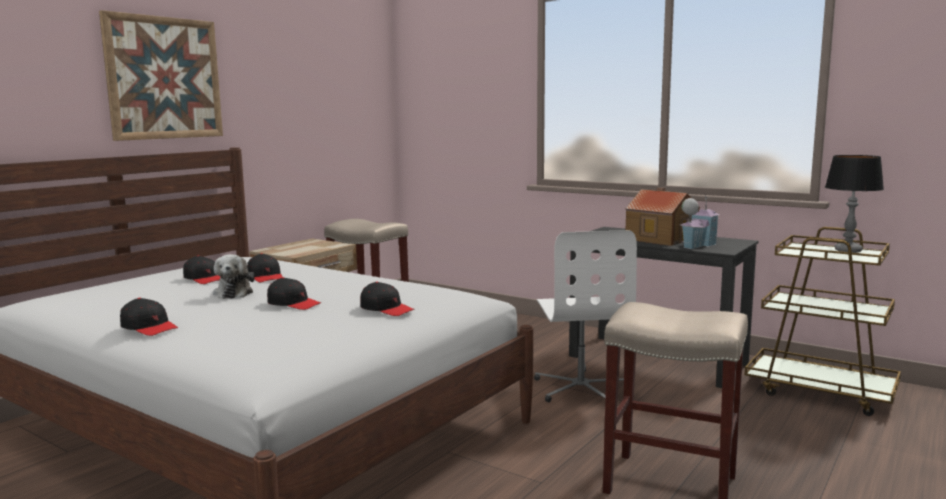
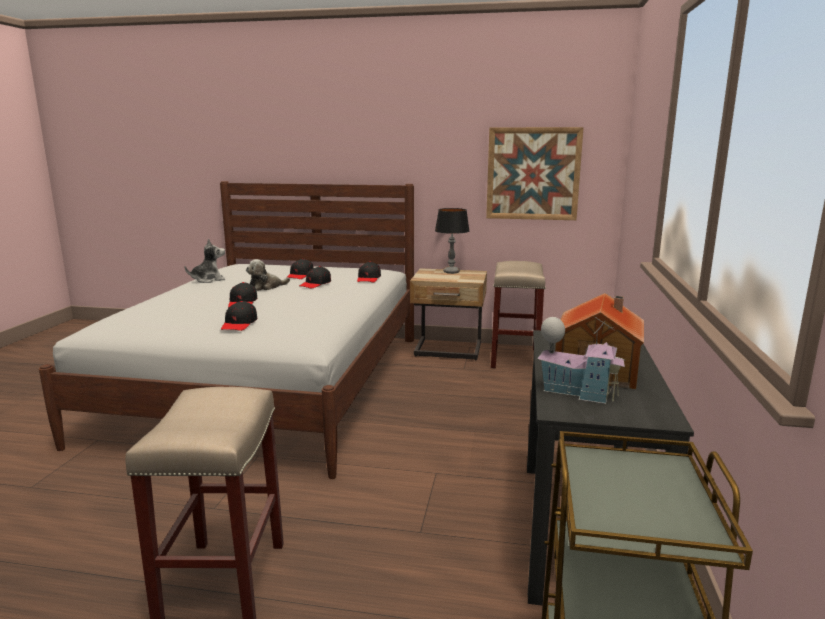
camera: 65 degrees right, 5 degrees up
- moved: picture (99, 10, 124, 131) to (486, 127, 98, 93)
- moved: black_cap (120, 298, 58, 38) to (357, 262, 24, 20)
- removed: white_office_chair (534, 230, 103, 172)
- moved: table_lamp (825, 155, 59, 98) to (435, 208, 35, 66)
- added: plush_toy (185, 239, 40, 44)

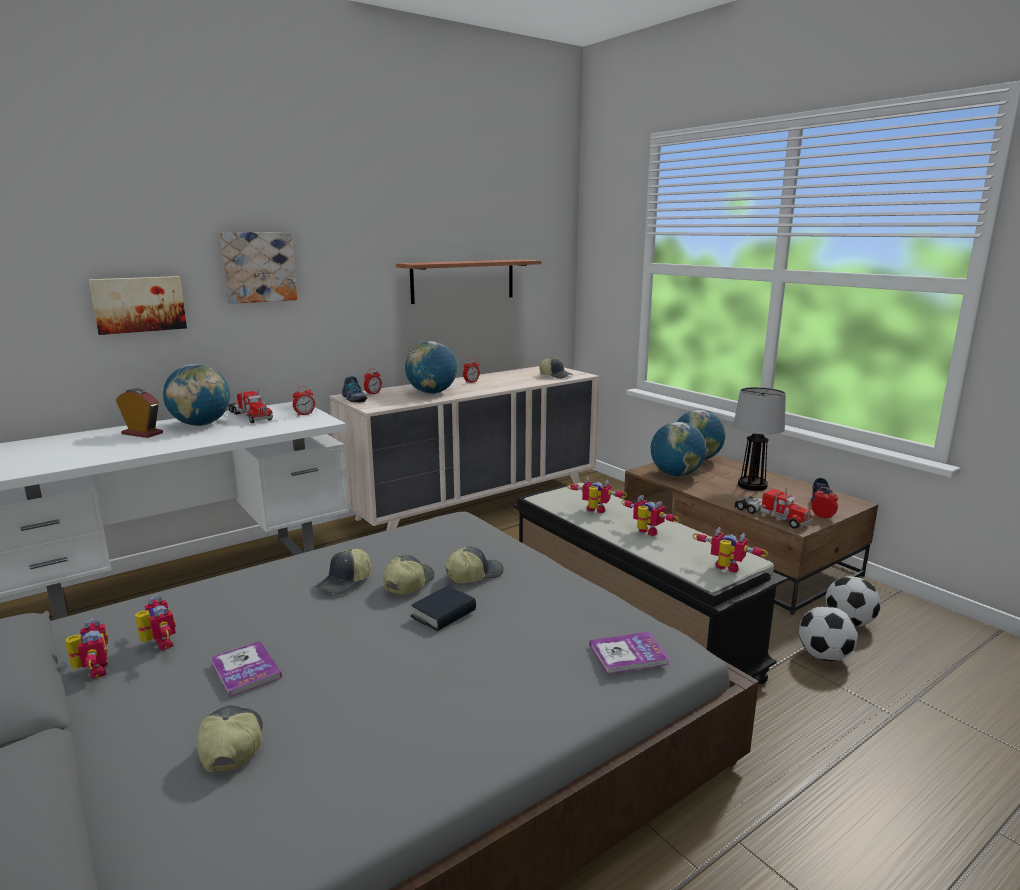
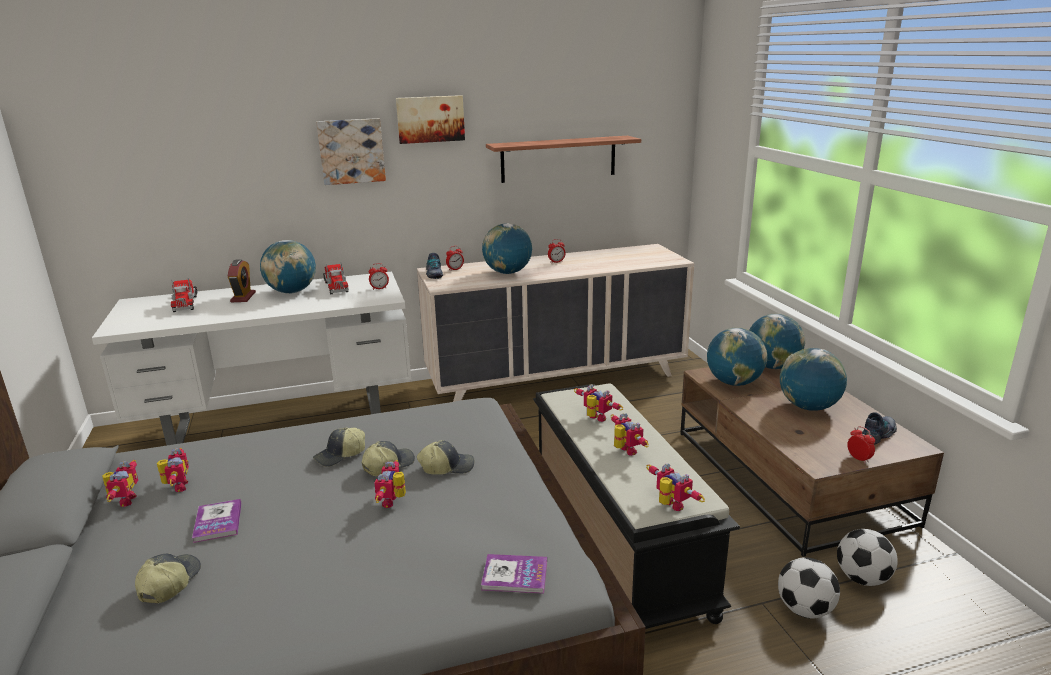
camera: 20 degrees right, 5 degrees up
- moved: picture (89, 276, 98, 59) to (396, 95, 69, 49)
- turned: alarm_clock (116, 388, 47, 50) = (228, 259, 28, 43) 45 degrees clockwise
- replaced: book (410, 586, 66, 45) to toy_robot (374, 460, 32, 48)
- removed: cap (539, 357, 34, 22)
- replaced: table_lamp (733, 387, 53, 104) to globe (780, 348, 67, 63)
- moved: toy_truck (735, 487, 78, 42) to (171, 278, 26, 34)

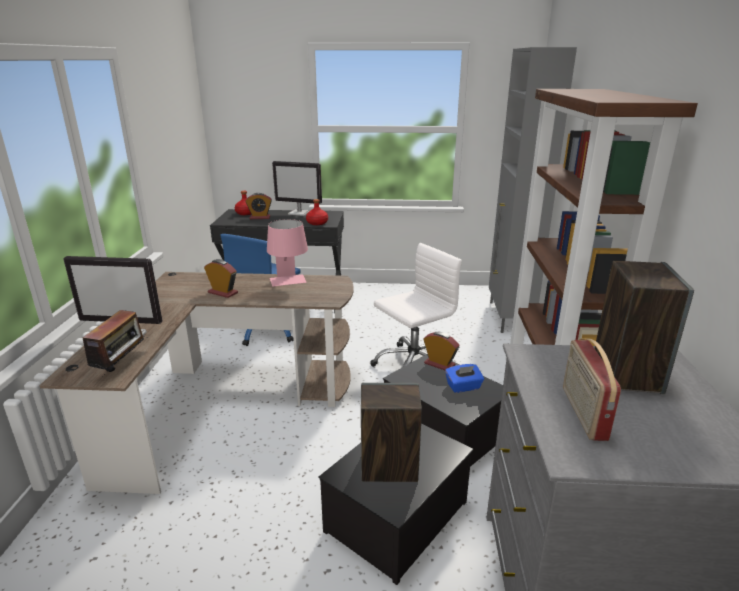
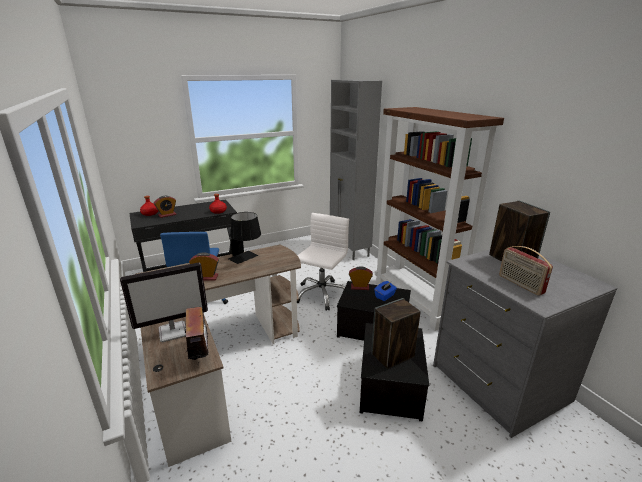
camera: 30 degrees left, 0 degrees up
- recoloured: pink_table_lamp (267, 219, 41, 67) to black_table_lamp (228, 212, 33, 52)
- removed: monitor (272, 161, 50, 55)

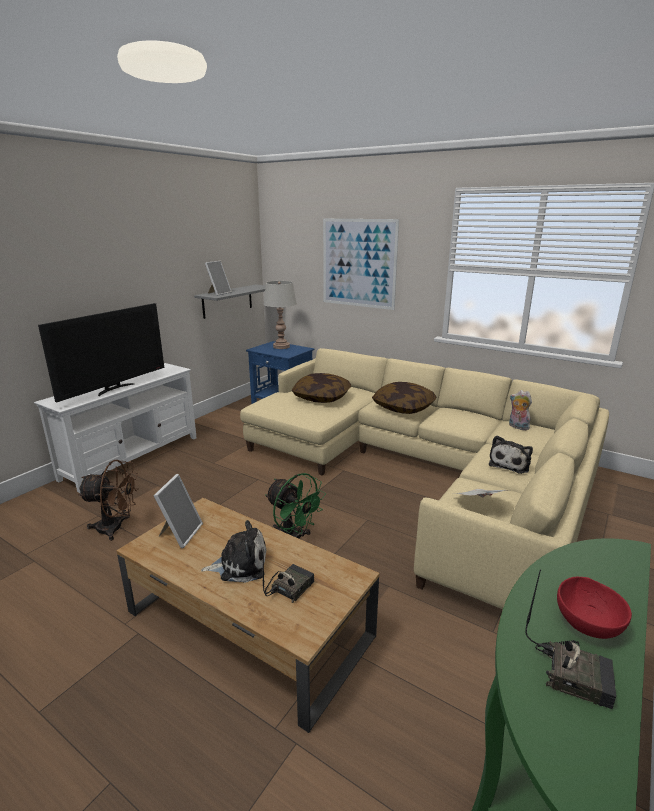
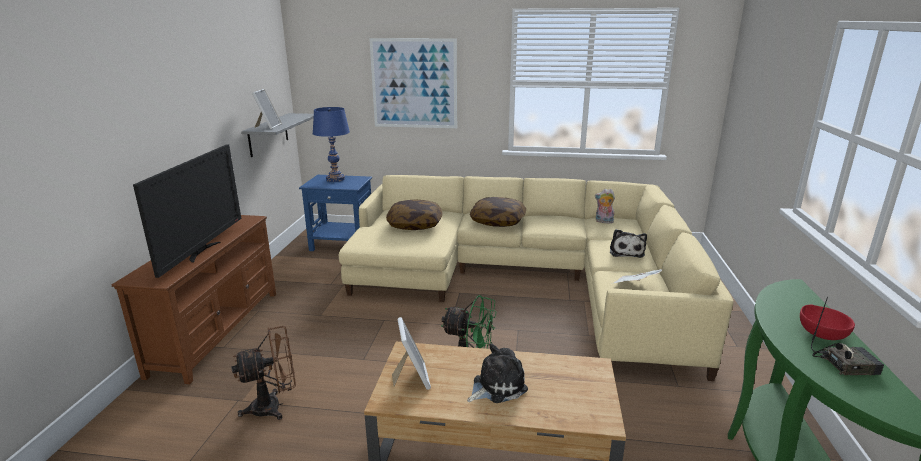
camera: 25 degrees left, 0 degrees up
- recoloured: white_tv_stand (34, 363, 162, 130) to brown_tv_stand (112, 215, 164, 169)
- recoloured: grey_table_lamp (263, 281, 34, 68) to blue_table_lamp (313, 107, 37, 75)
- removed: radio (263, 552, 51, 51)

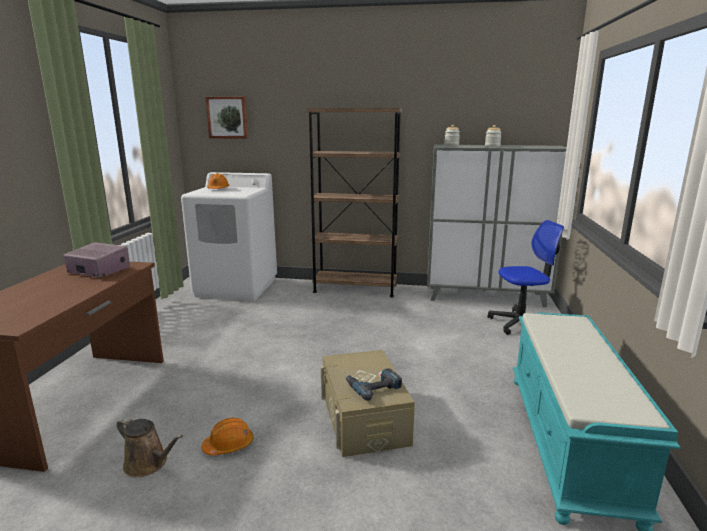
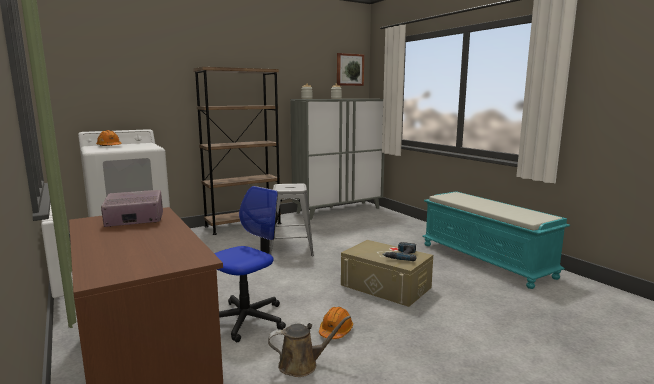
camera: 40 degrees left, 5 degrees down
- moved: picture (205, 96, 43, 43) to (337, 53, 27, 33)
- moved: office_chair (487, 220, 77, 115) to (214, 186, 72, 156)
- added: grey_stool (269, 184, 45, 72)

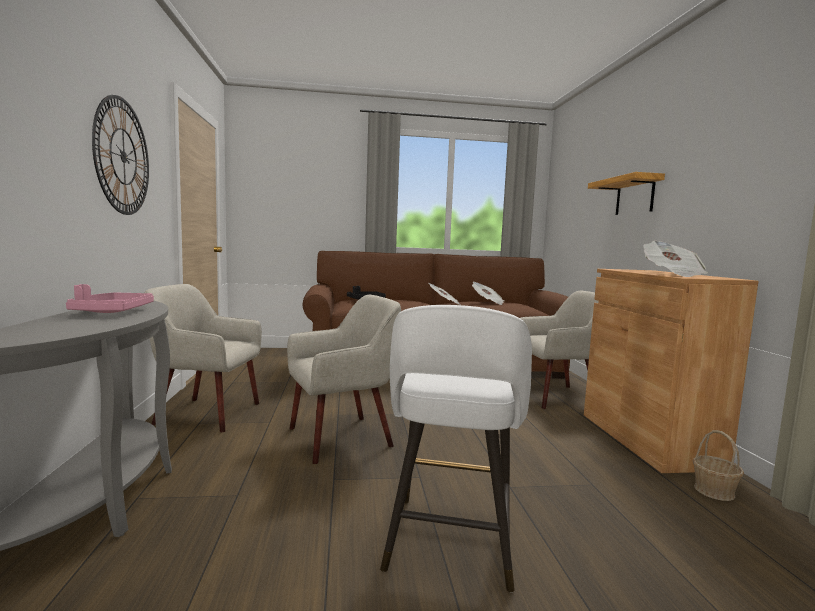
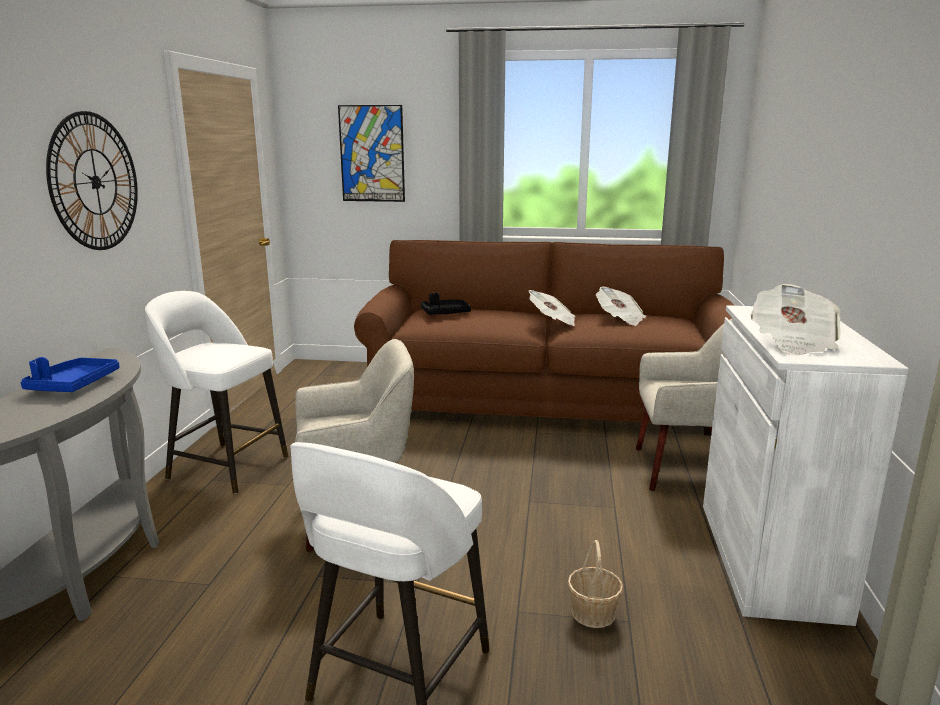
camera: 15 degrees right, 10 degrees up
- recoloured: pink_tray (66, 284, 88, 29) to blue_tray (20, 357, 99, 35)
- replaced: beige_armchair (145, 284, 117, 148) to white_stool (145, 291, 143, 203)
- recoloured: brown_cabinet (584, 269, 175, 204) to white_cabinet (703, 305, 205, 321)
- removed: shelf (588, 172, 77, 43)
- moved: basket (693, 430, 51, 71) to (568, 540, 55, 88)
- added: picture (338, 105, 67, 97)

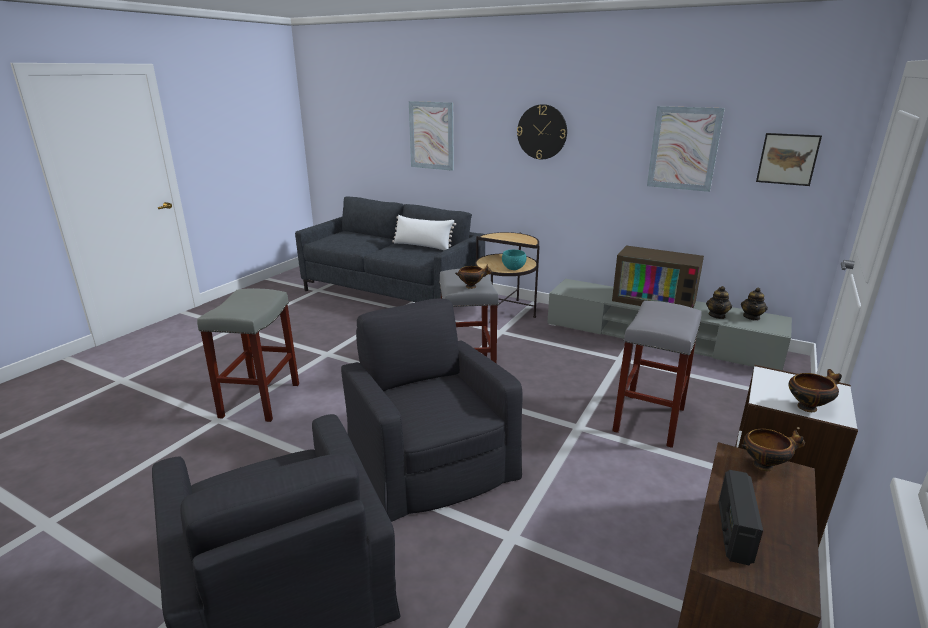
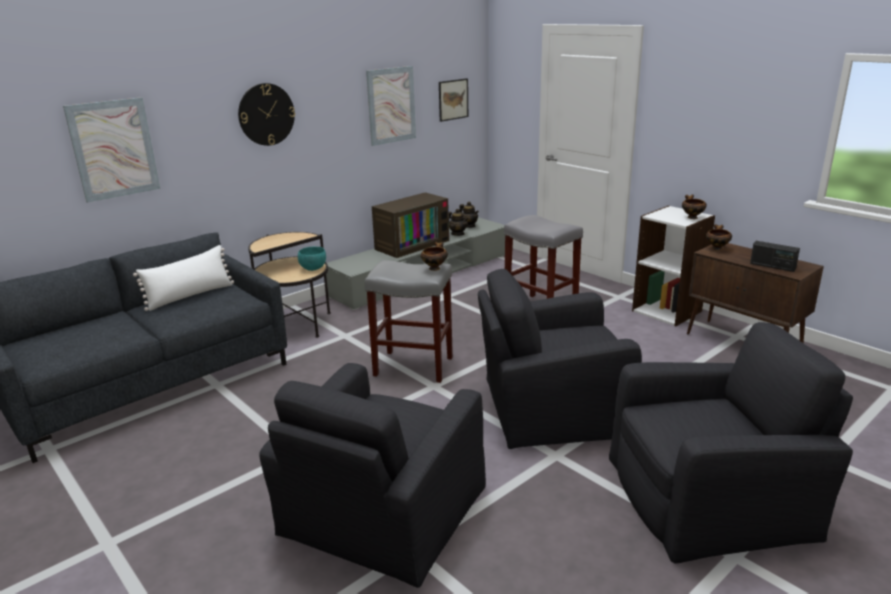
camera: 70 degrees left, 0 degrees up
- replaced: grey_stool (197, 288, 102, 134) to black_armchair (259, 363, 227, 225)

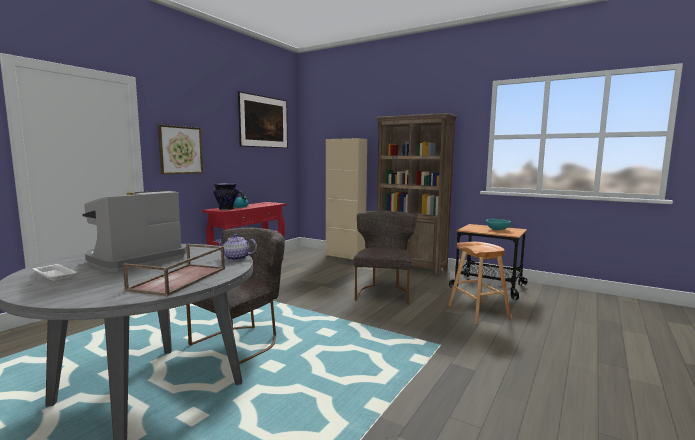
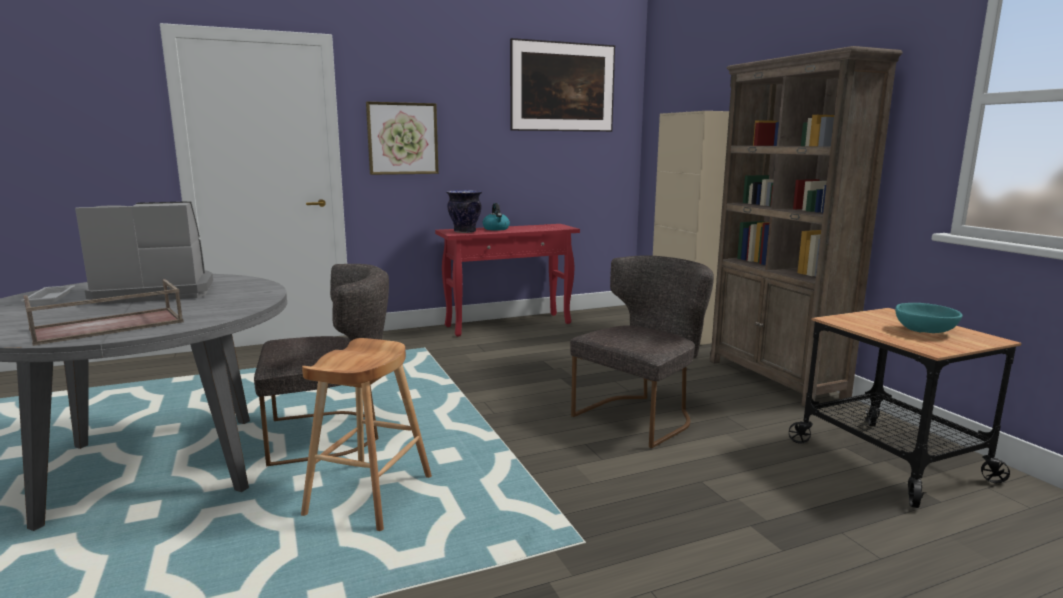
camera: 35 degrees right, 5 degrees up
- removed: teapot (216, 234, 41, 27)
- moved: brown_stool (448, 242, 63, 83) to (301, 338, 131, 193)

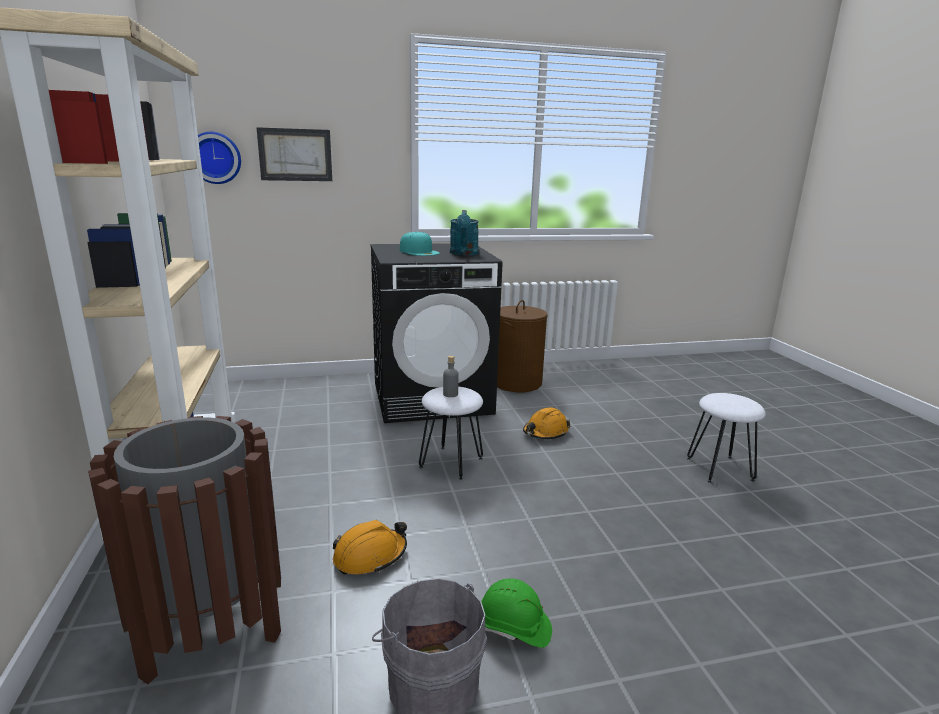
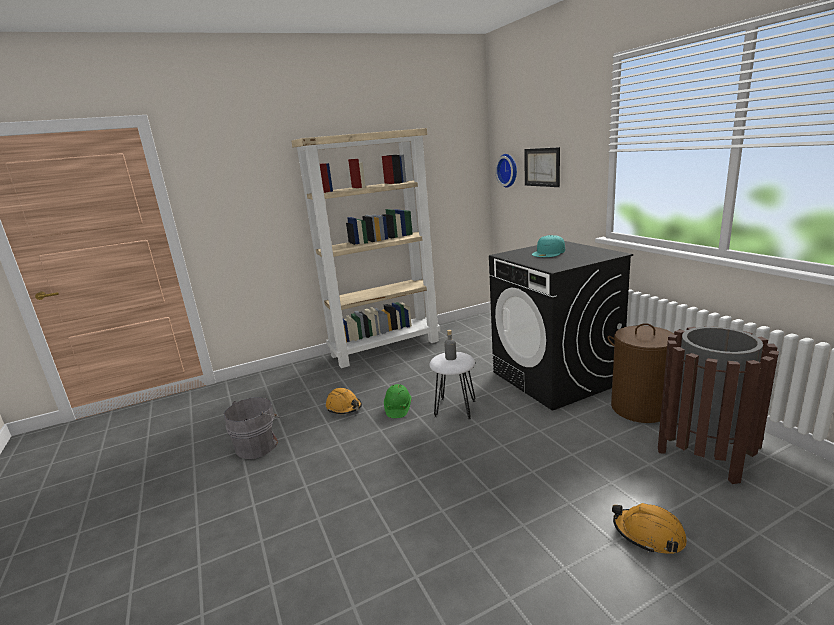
camera: 80 degrees right, 0 degrees up
- moved: brown_trash_can (88, 416, 193, 268) to (658, 326, 121, 158)
- removed: turquoise_watering_can (450, 210, 29, 45)
- moved: green_hard_hat (481, 578, 71, 70) to (384, 384, 27, 34)
- moved: orange_hard_hat (523, 407, 47, 32) to (612, 503, 75, 51)
- removed: white_stool (687, 393, 79, 90)

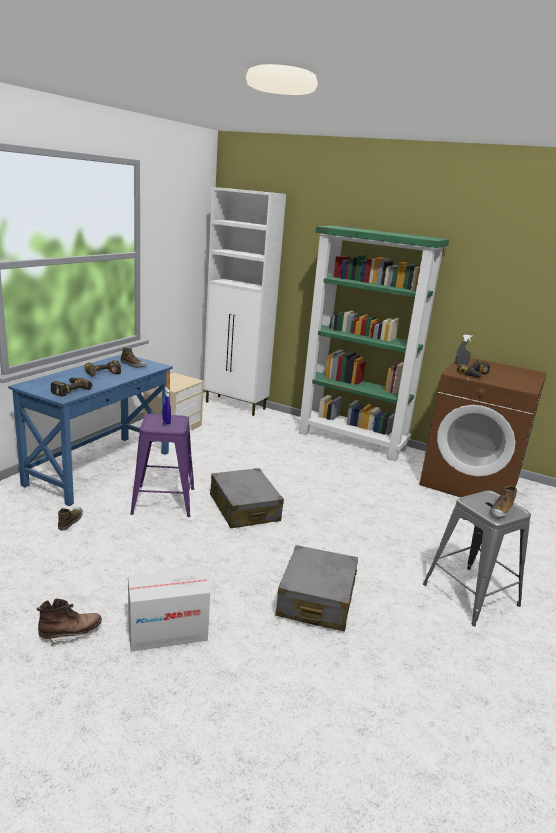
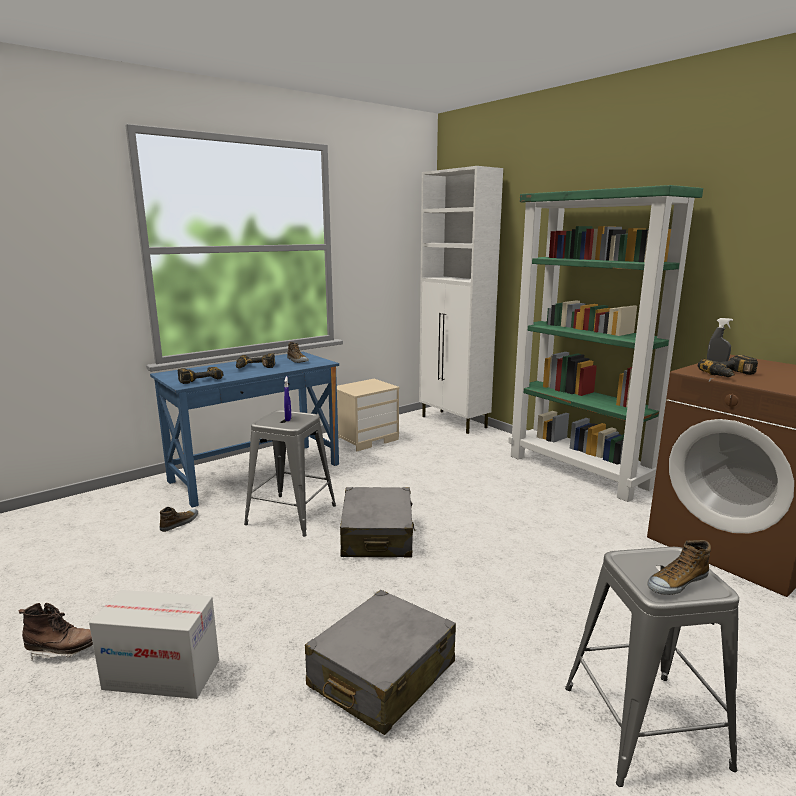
camera: 25 degrees right, 5 degrees down
- recoloured: purple_stool (130, 414, 64, 103) to grey_stool (244, 410, 92, 127)

